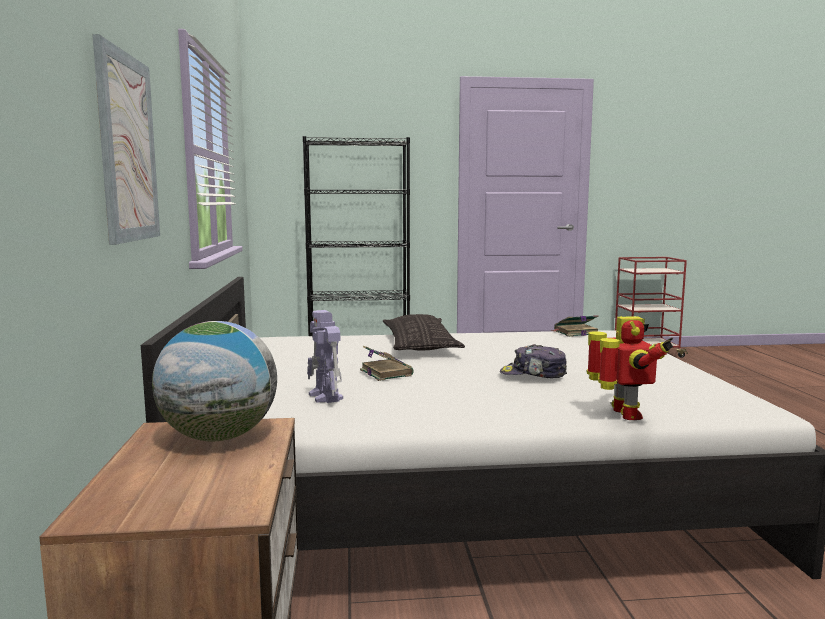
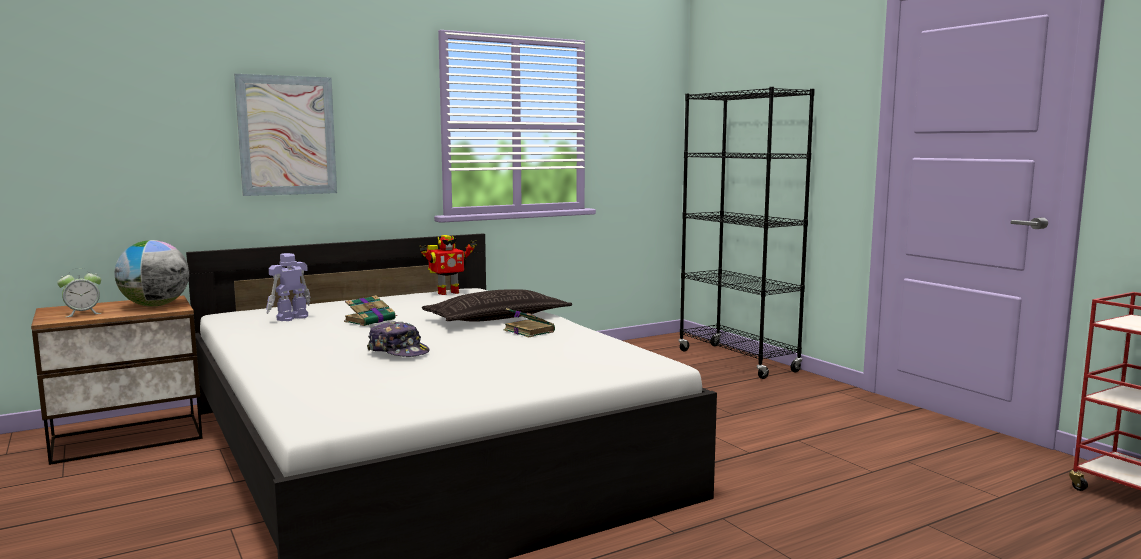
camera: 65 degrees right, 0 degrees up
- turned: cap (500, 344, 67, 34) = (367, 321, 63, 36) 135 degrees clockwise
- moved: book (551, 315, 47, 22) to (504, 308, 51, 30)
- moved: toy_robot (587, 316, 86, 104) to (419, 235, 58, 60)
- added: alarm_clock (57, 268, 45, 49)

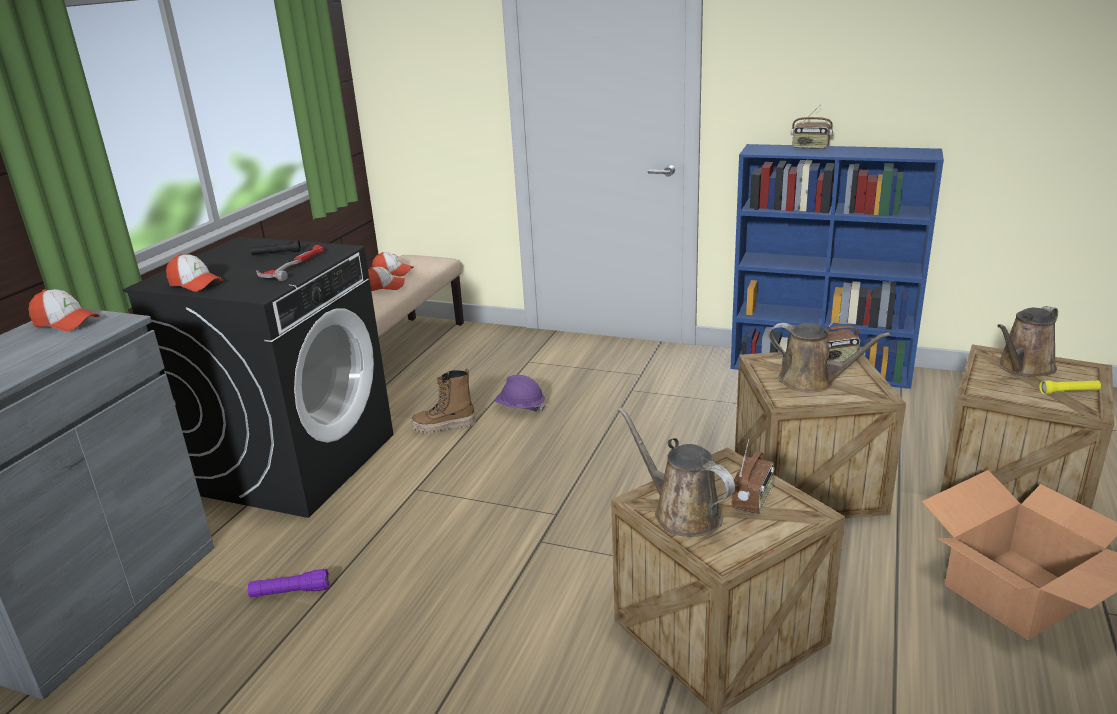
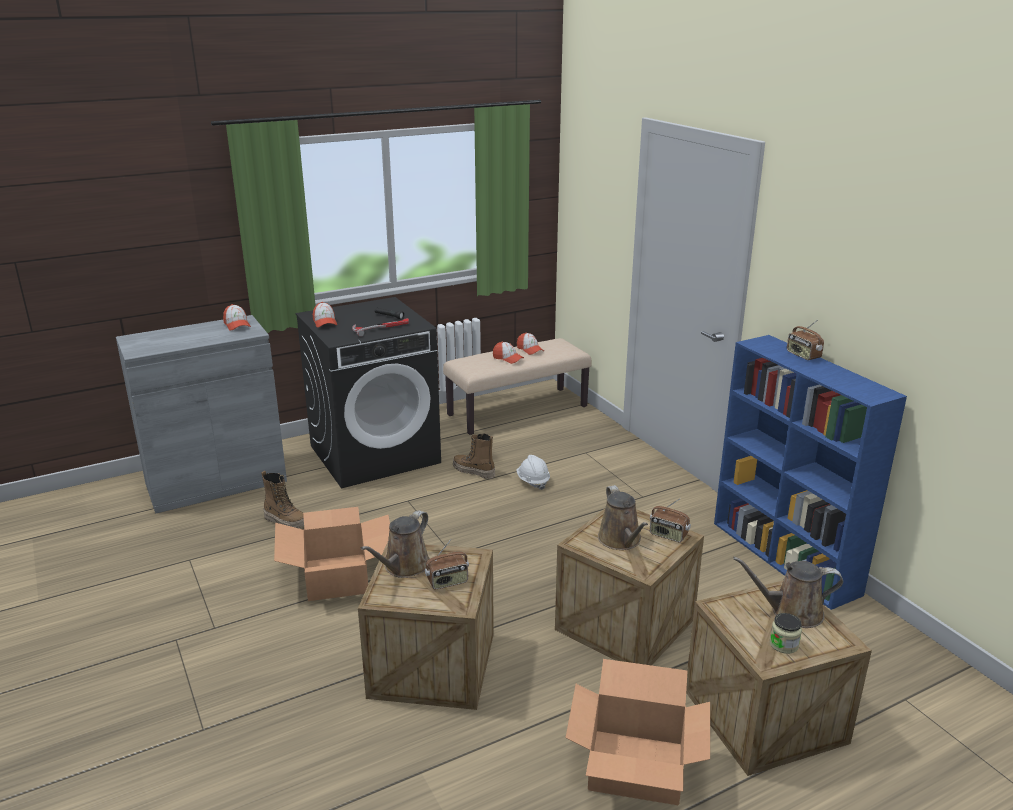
camera: 40 degrees right, 0 degrees up
- replaced: purple_flashlight (248, 569, 82, 29) to boot (262, 471, 42, 57)
- recoloured: purple_hard_hat (495, 375, 51, 36) to white_hard_hat (516, 455, 34, 35)
- turned: brown_watering_can (618, 407, 117, 130) = (361, 510, 69, 68) 150 degrees counterclockwise
- replaced: yellow_flashlight (1039, 380, 62, 14) to jar (770, 613, 32, 41)
- added: cardboard_box (274, 507, 116, 94)

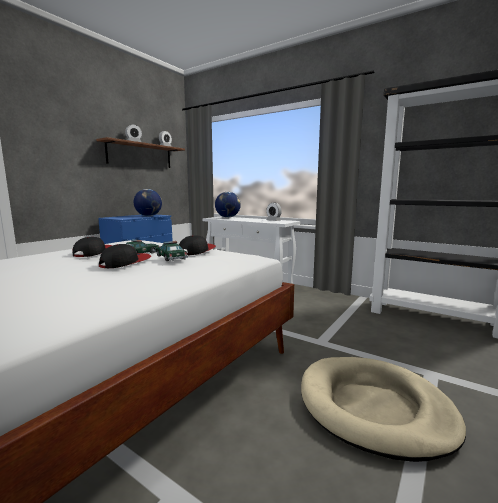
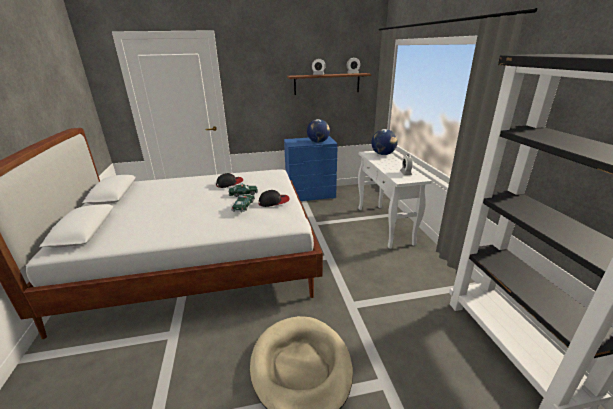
camera: 45 degrees right, 15 degrees up
- removed: cap (99, 244, 52, 24)

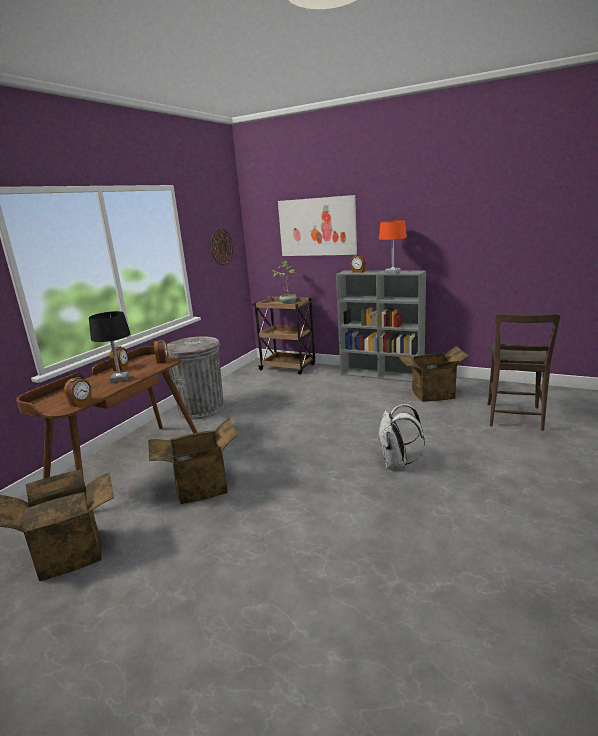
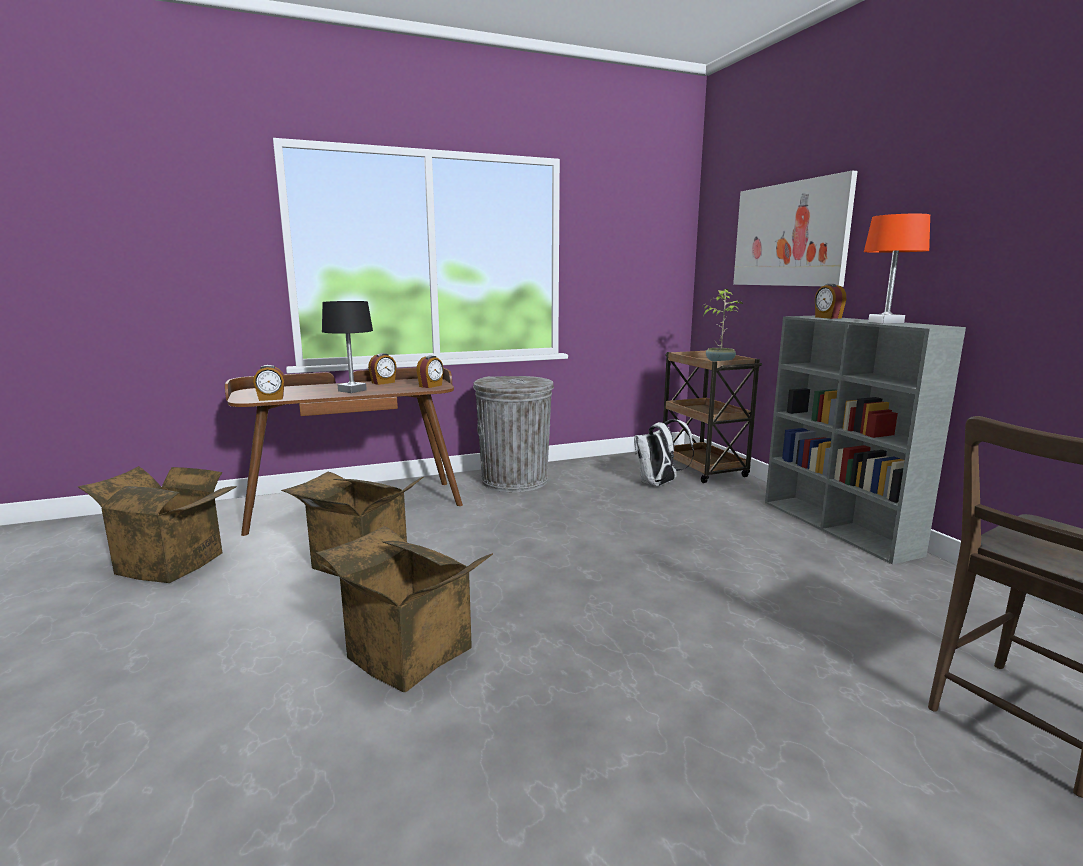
camera: 40 degrees right, 5 degrees down
- removed: wall_clock (211, 228, 22, 38)
- moved: white_backpack (379, 404, 46, 64) to (634, 419, 60, 67)
- moved: cardboard_box (398, 346, 72, 56) to (316, 526, 177, 166)

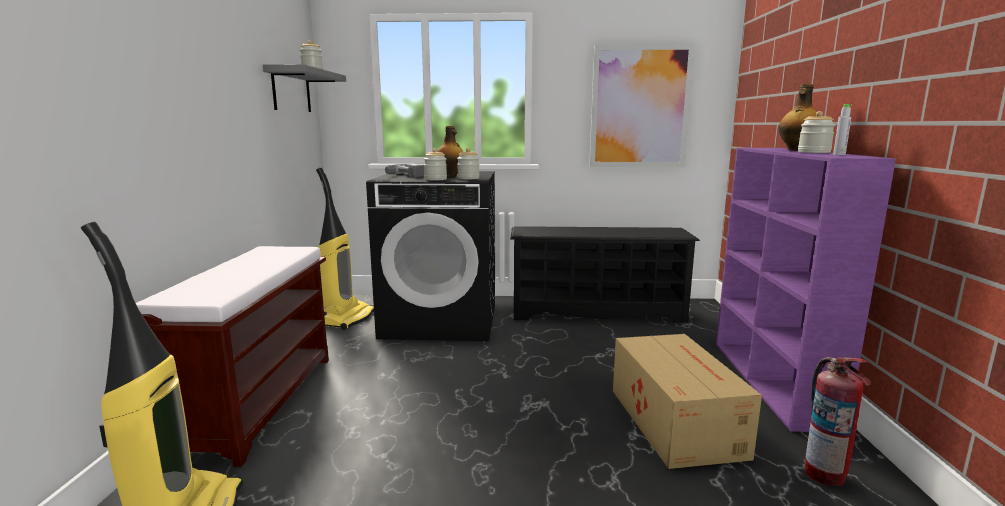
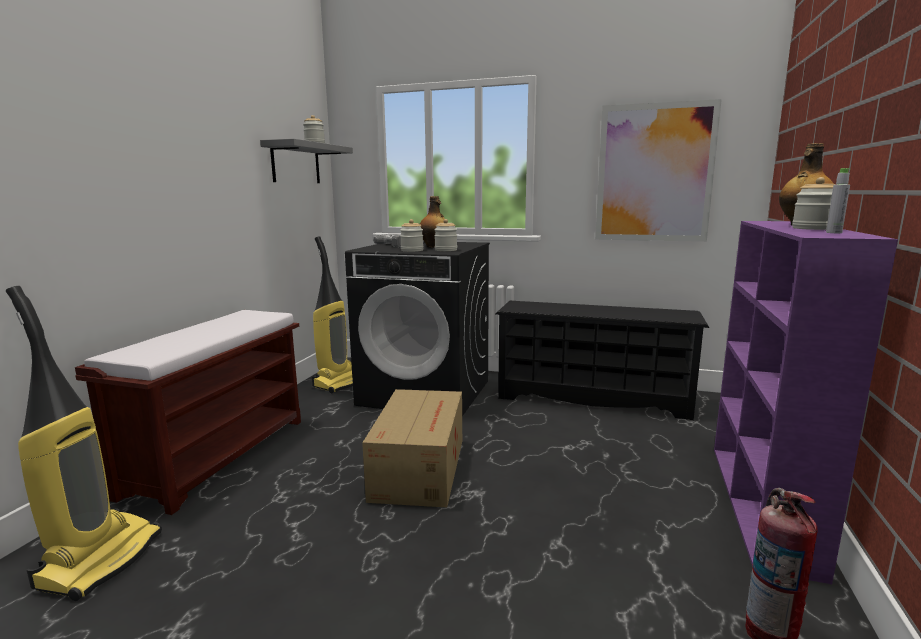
camera: 15 degrees right, 0 degrees up
- moved: cardboard_box (613, 334, 149, 135) to (362, 389, 100, 118)

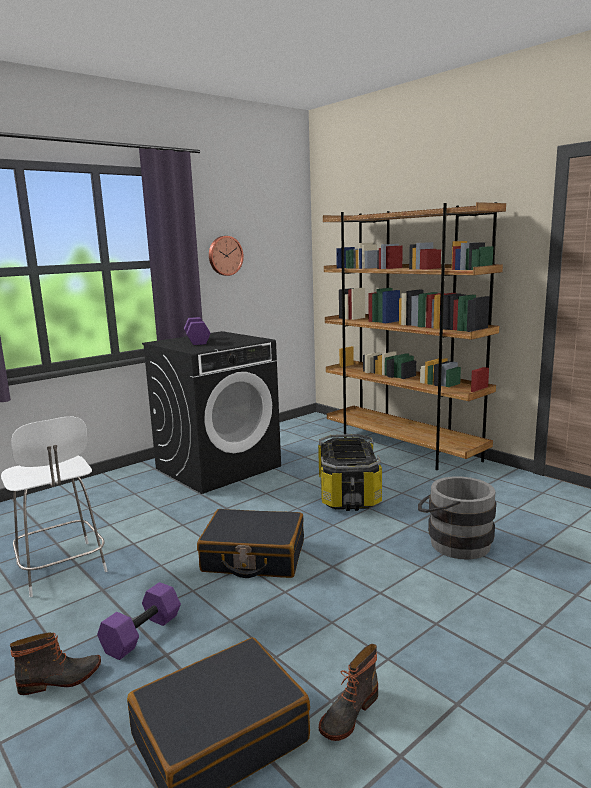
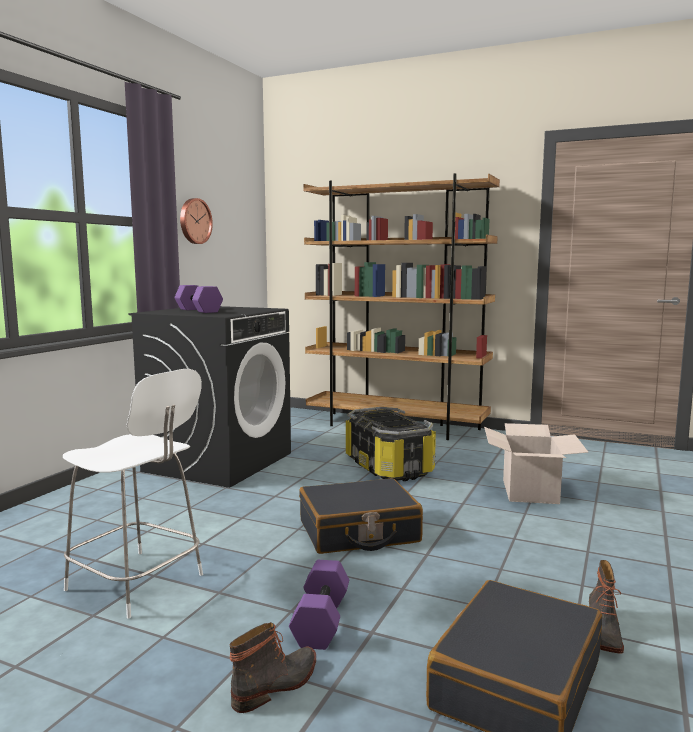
camera: 25 degrees left, 5 degrees down
- replaced: grey_bucket (418, 477, 78, 82) to cardboard_box (484, 423, 105, 81)

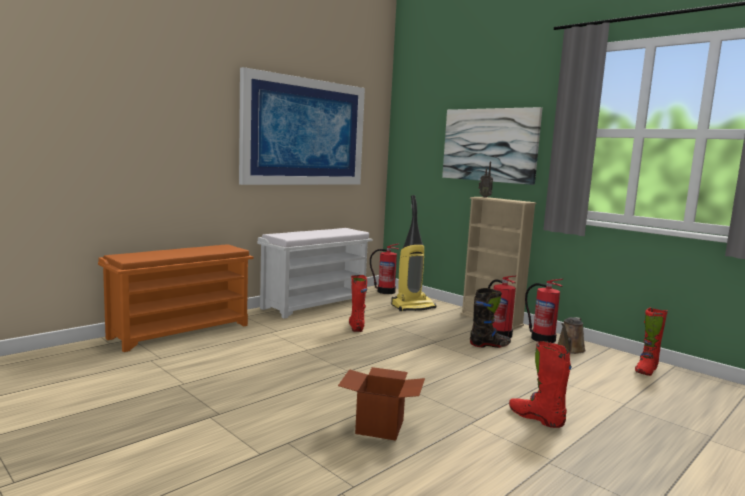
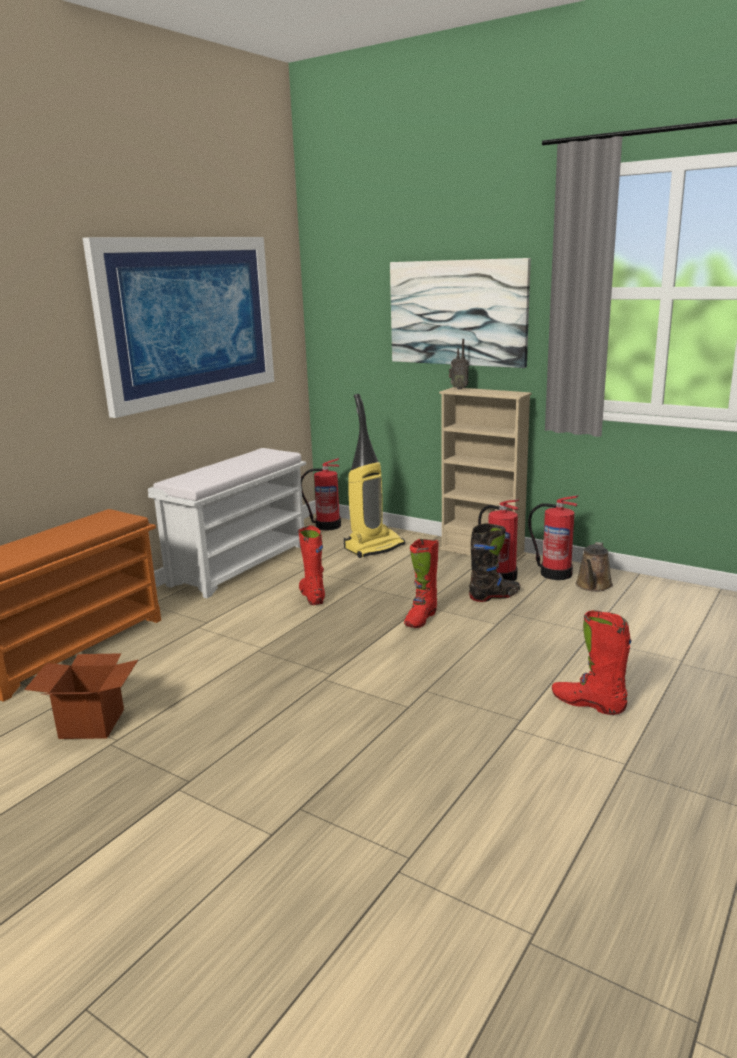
camera: 10 degrees left, 10 degrees up
- moved: cardboard_box (338, 367, 87, 74) to (24, 653, 114, 86)
- moved: red_boot (635, 308, 33, 68) to (404, 539, 35, 89)

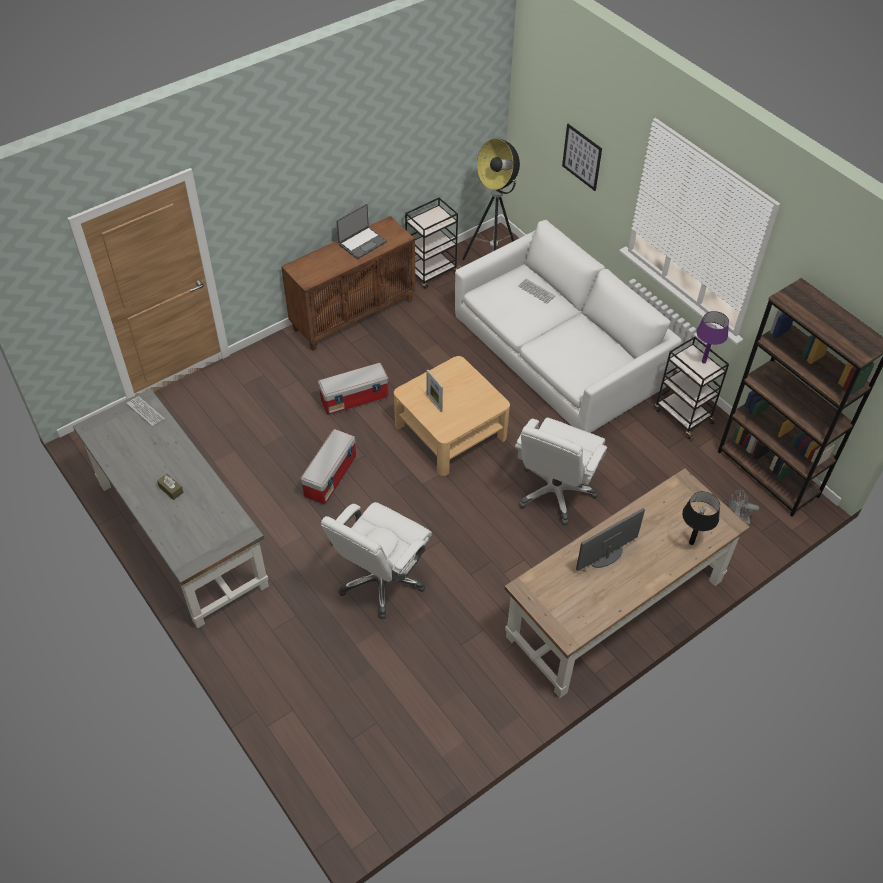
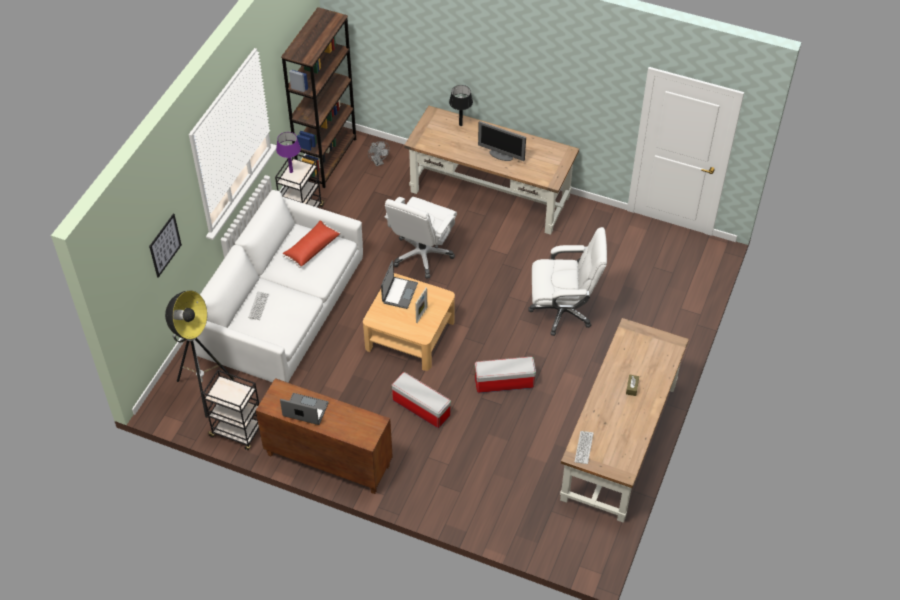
camera: 120 degrees left, 0 degrees up
- recoloured: grey_desk (73, 388, 196, 241) to brown_desk (560, 318, 129, 205)
- turned: white_office_chair (515, 417, 92, 108) = (385, 197, 72, 82) 120 degrees clockwise
- added: red_pillow (283, 221, 57, 47)
- added: laptop (381, 260, 37, 49)

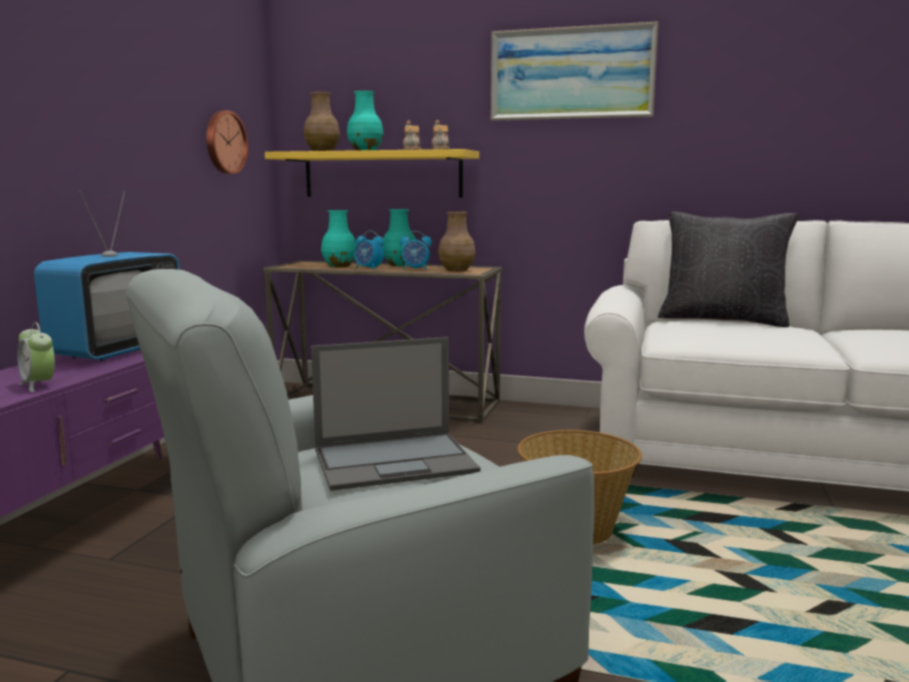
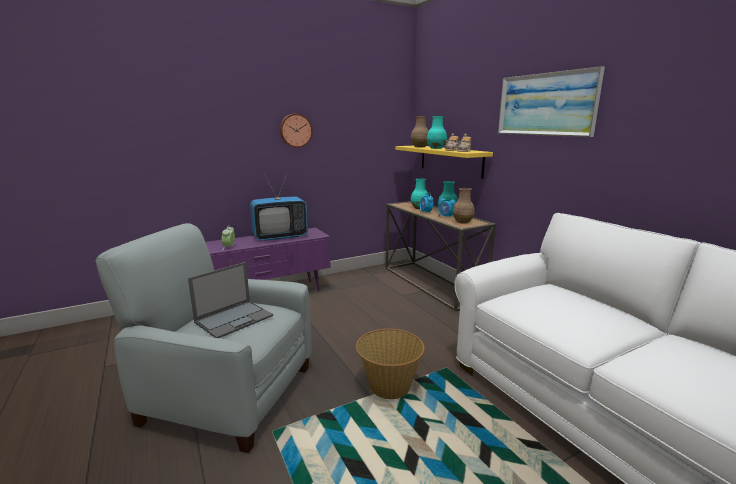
camera: 45 degrees right, 5 degrees up
- moved: wall_clock (206, 110, 42, 64) to (280, 113, 33, 35)
- turned: laptop (311, 337, 169, 154) = (188, 262, 85, 76) 75 degrees counterclockwise
- removed: black_pillow (658, 212, 141, 115)

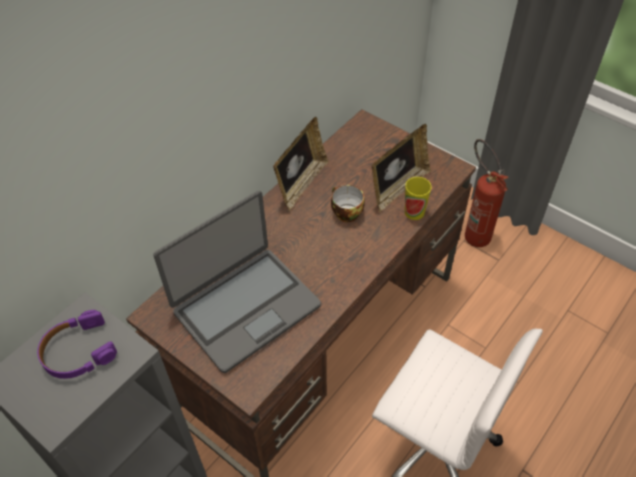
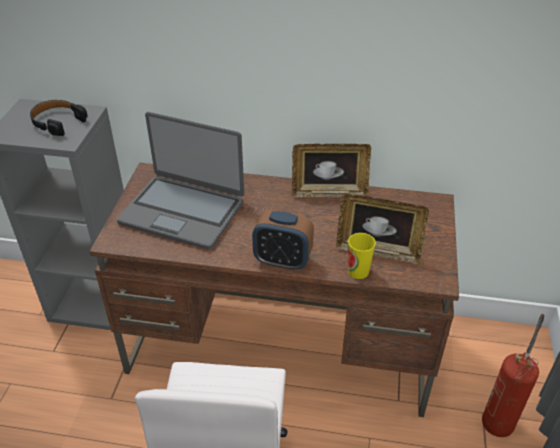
camera: 60 degrees right, 10 degrees down
- recoloured: purple_headphones (37, 310, 80, 69) to black_headphones (30, 100, 58, 36)
- removed: cup (331, 185, 34, 37)
- added: alarm_clock (252, 210, 62, 61)

